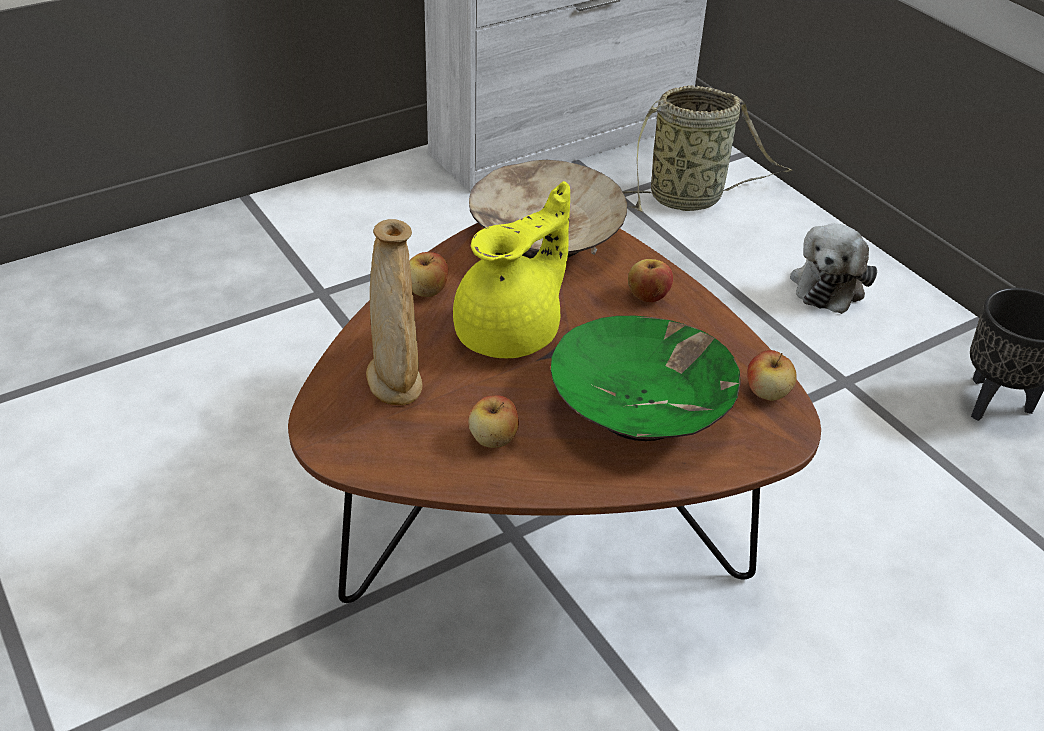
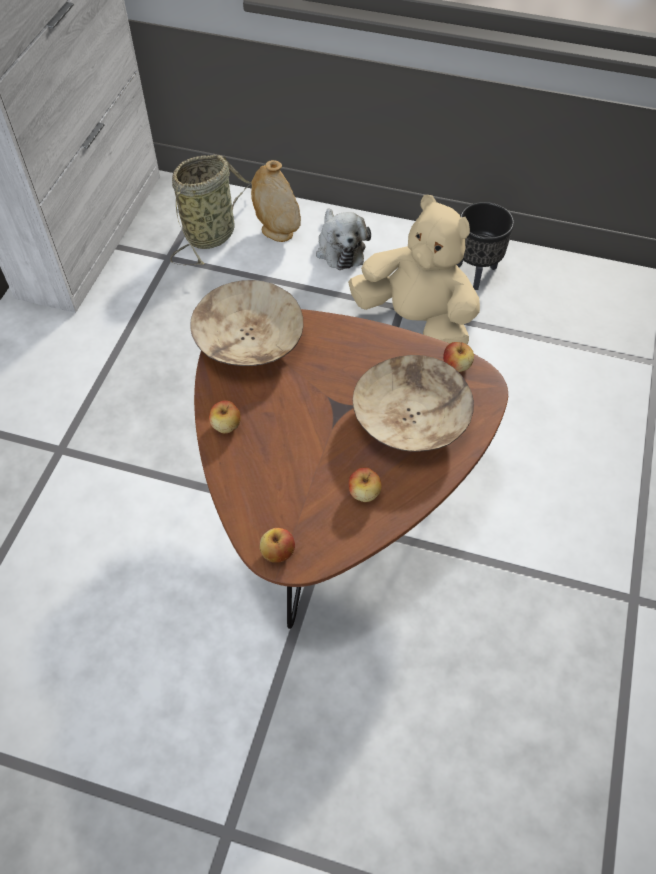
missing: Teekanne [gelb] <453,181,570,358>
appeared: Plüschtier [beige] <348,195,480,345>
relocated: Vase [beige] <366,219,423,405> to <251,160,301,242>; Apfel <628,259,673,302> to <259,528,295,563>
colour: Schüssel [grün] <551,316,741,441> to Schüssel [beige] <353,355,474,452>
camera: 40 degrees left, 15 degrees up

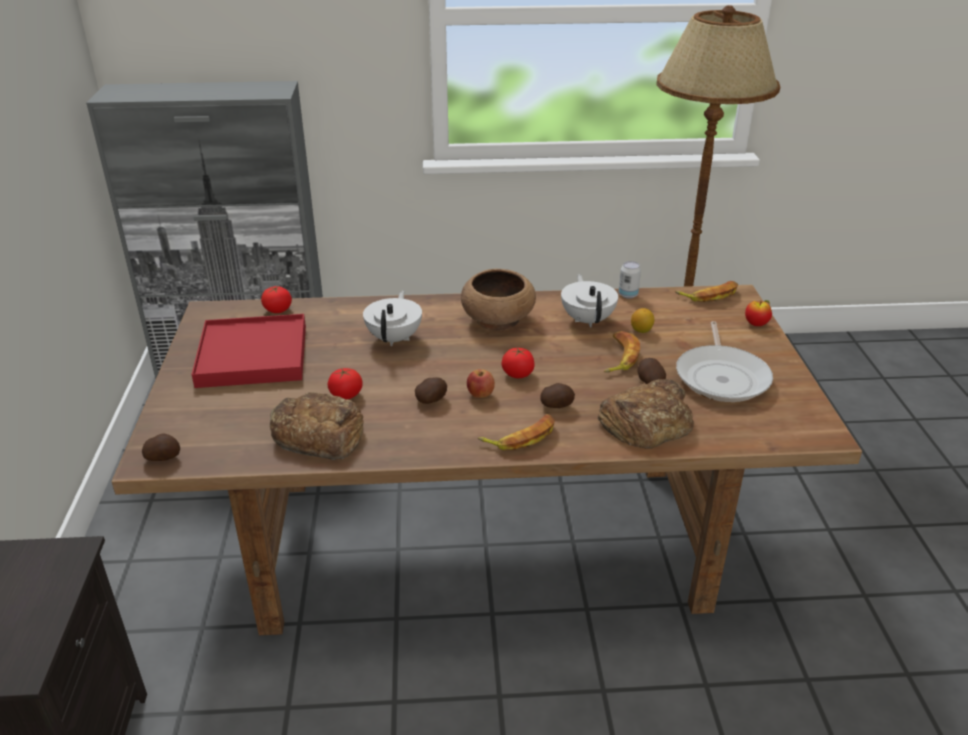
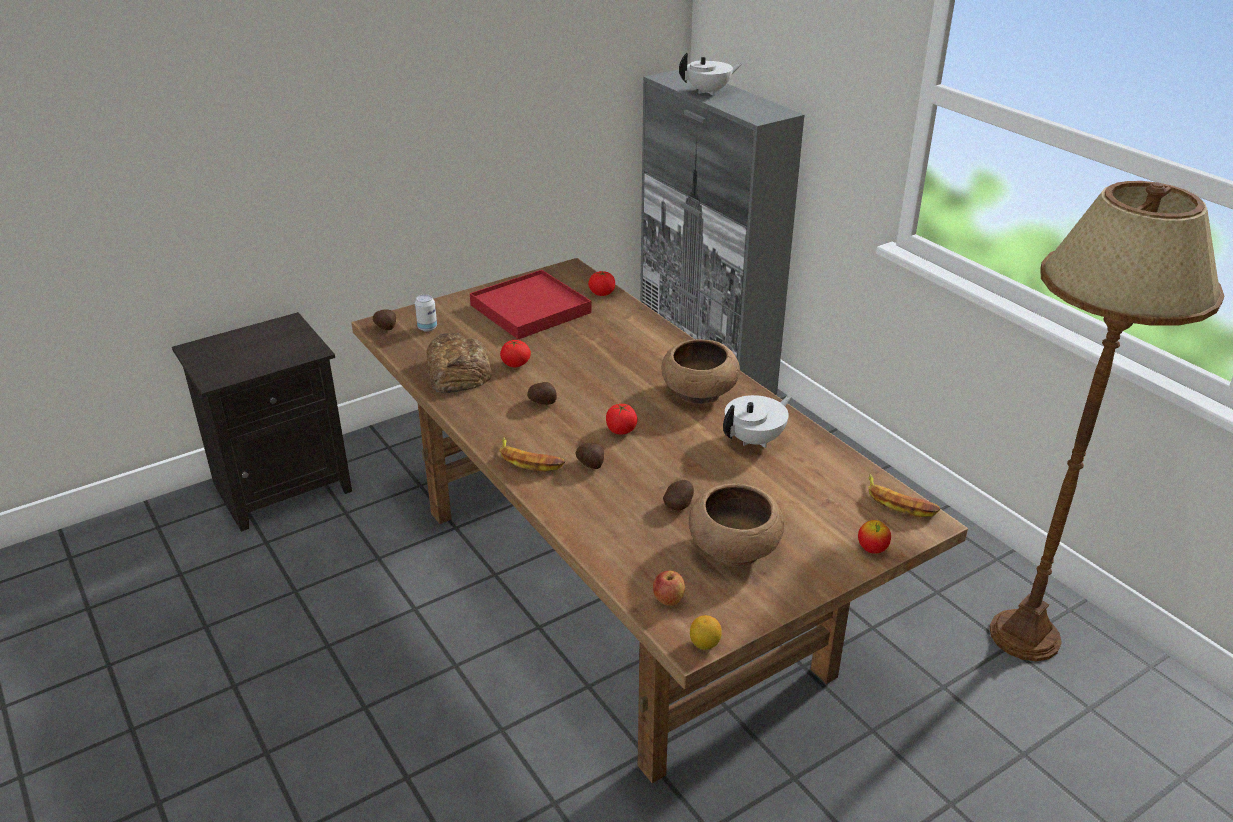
missing: Brot <598,379,694,449>; Banane <604,331,640,372>
relocated: Teekanne [weiß] <363,290,422,346> to <679,53,742,96>; Apfel <467,369,495,398> to <653,571,685,606>; Dose <619,261,641,299> to <415,294,437,332>; Zitrone <631,308,654,333> to <690,615,722,650>
exchanged: Pfanne <676,321,773,402> to Schüssel [braun] <689,483,784,567>
camera: 60 degrees right, 0 degrees up

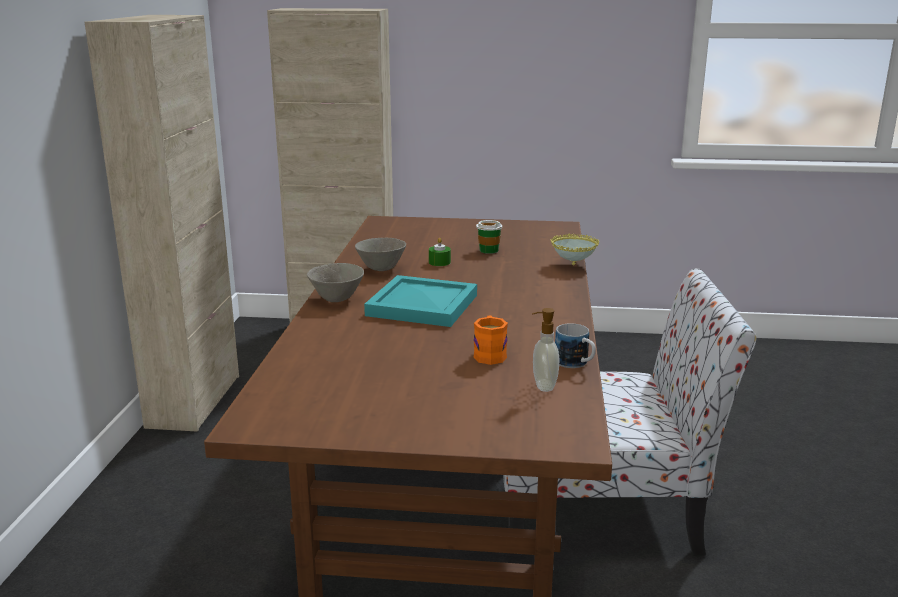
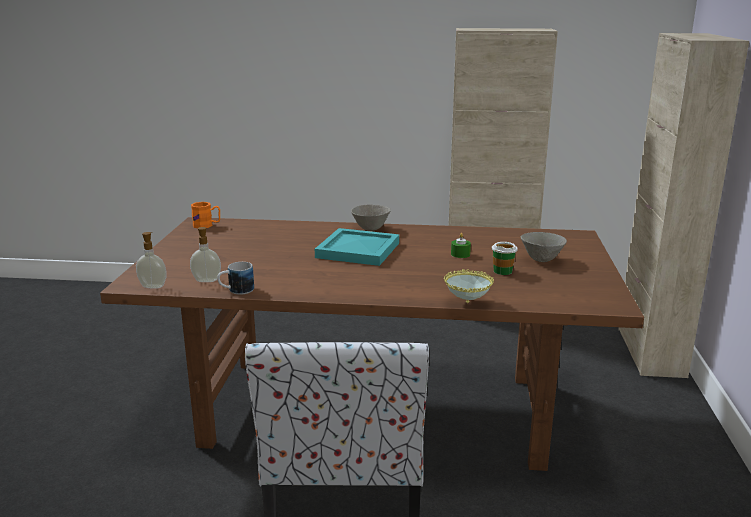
appeared: Seifenspender <136,232,167,289>
relocated: Schüssel [grau] <355,238,406,271> to <521,232,567,262>; Henkelbecher [orange] <473,315,508,365> to <191,202,220,228>
camera: 90 degrees right, 0 degrees up

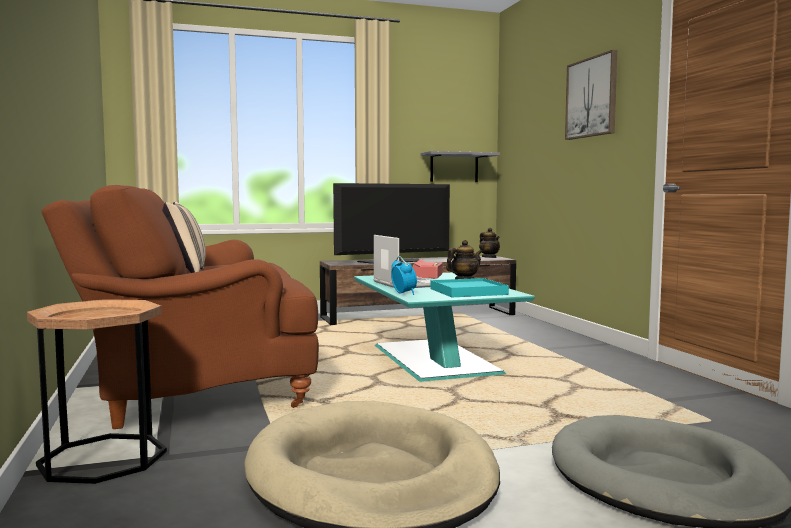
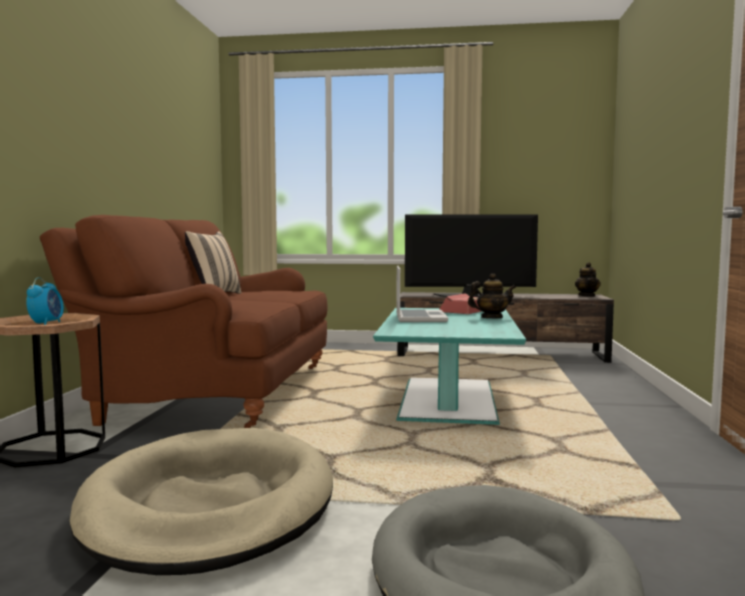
missing: Wandregal [grau] <421,151,500,182>; Tablett [türkis] <431,278,509,297>; Bild <565,50,617,140>
relocated: Wecker <391,256,417,295> to <26,277,64,325>
camera: 25 degrees right, 0 degrees up

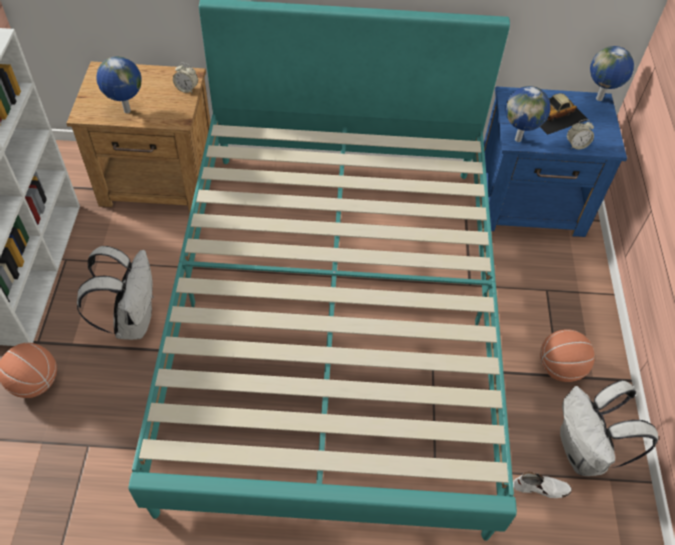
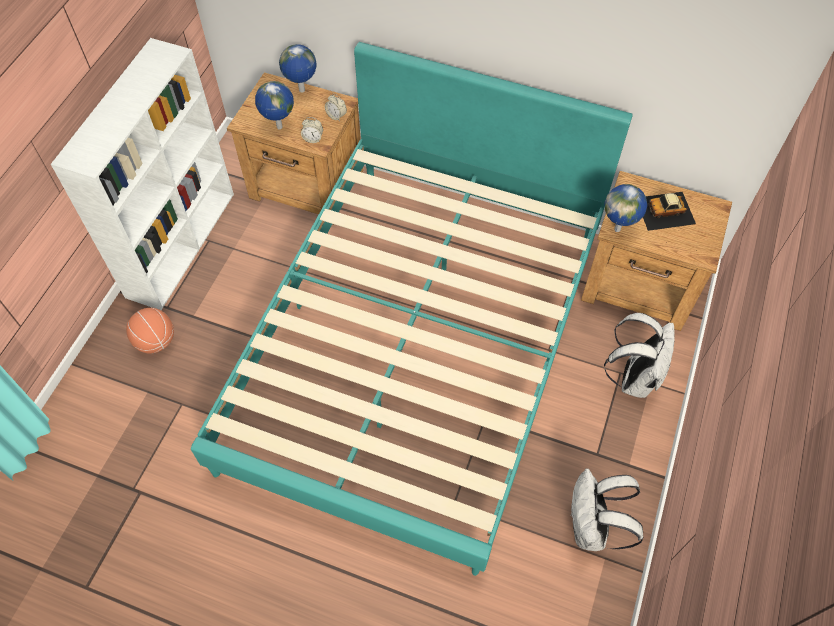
missing: Schuh [weiß] <513,472,572,498>; Basketball <540,329,594,382>
relocated: Rucksack [weiß] <77,246,154,340> to <604,313,675,398>; Wecker <567,119,594,149> to <301,117,323,143>; Globus <590,46,634,101> to <279,44,317,92>
colour: Nachttisch [blau] <484,86,627,237> to Nachttisch [braun] <581,171,732,331>
camera: 20 degrees right, 5 degrees up

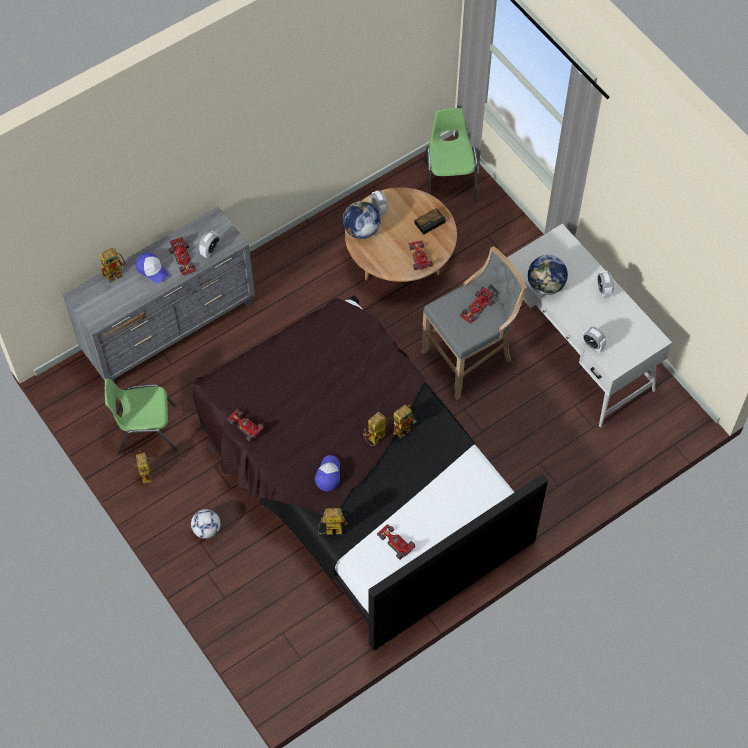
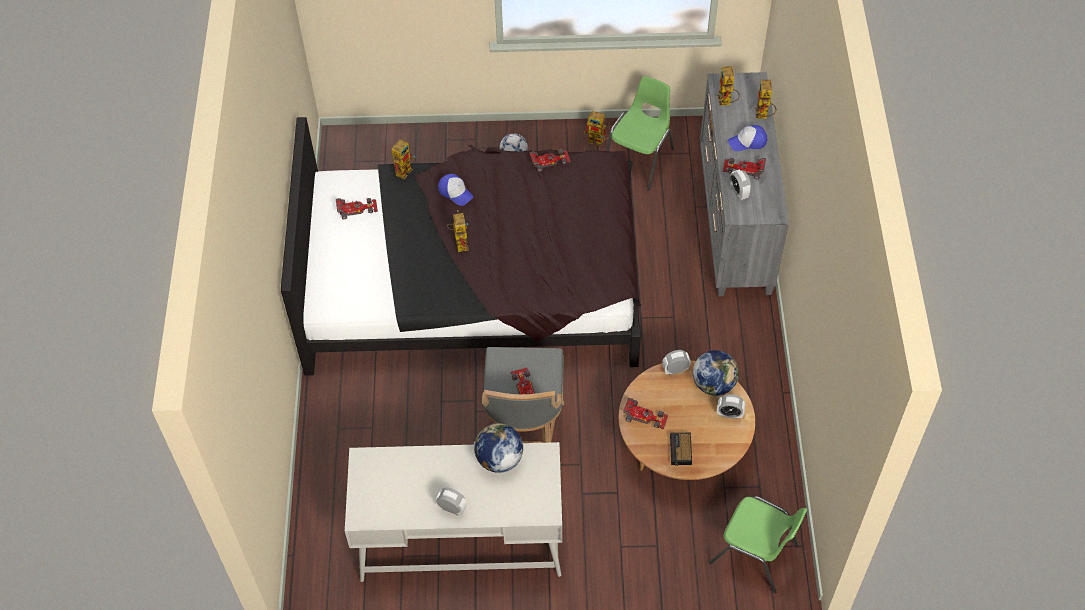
relocated: Spielzeugroboter <393,405,417,438> to <717,66,740,106>; Wecker <582,327,606,353> to <662,350,691,375>
camera: 125 degrees right, 5 degrees down

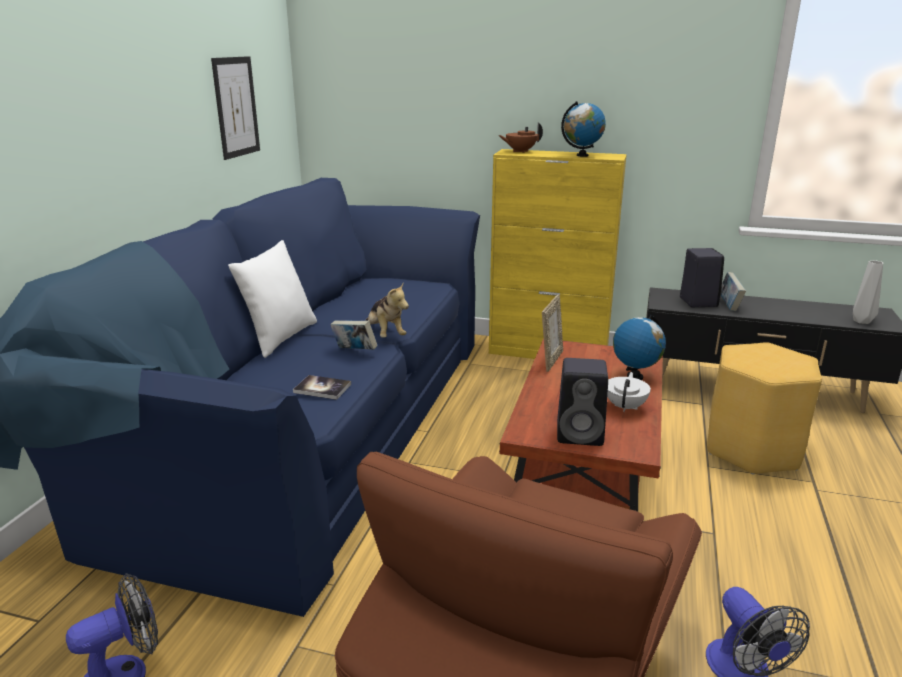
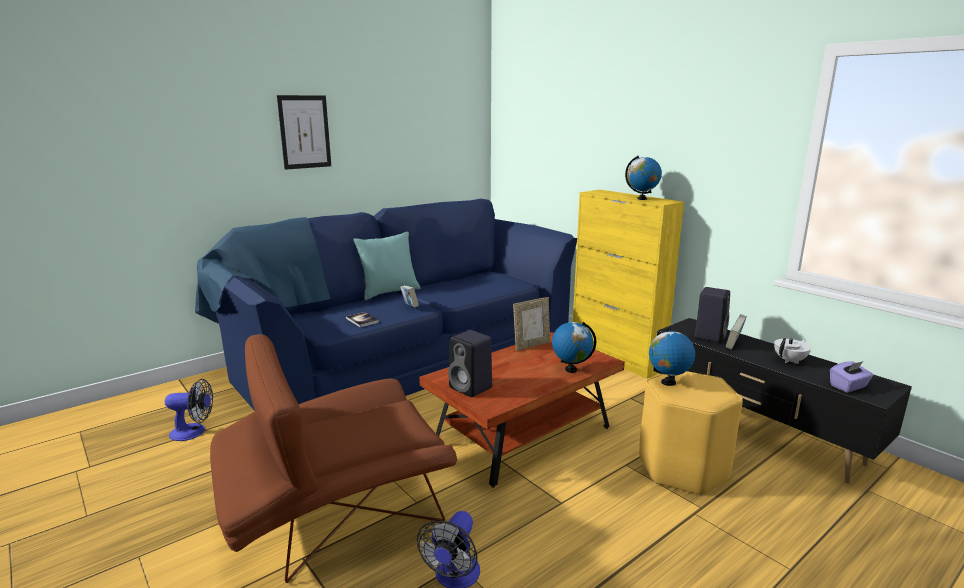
missing: Plüschtier <365,283,409,338>; Teekanne [braun] <498,122,543,153>
appeared: Globus <649,327,695,386>
relocated: Bild <211,56,260,160> to <277,95,331,170>; Teekanne [weiß] <607,372,651,412> to <774,338,811,364>
exchanged: Vase [grau] <853,260,883,324> to Taschentuchbox [lila] <830,361,873,393>
colour: Kissen [weiß] <228,240,317,358> to Kissen [türkis] <353,232,420,300>
camera: 35 degrees right, 5 degrees down

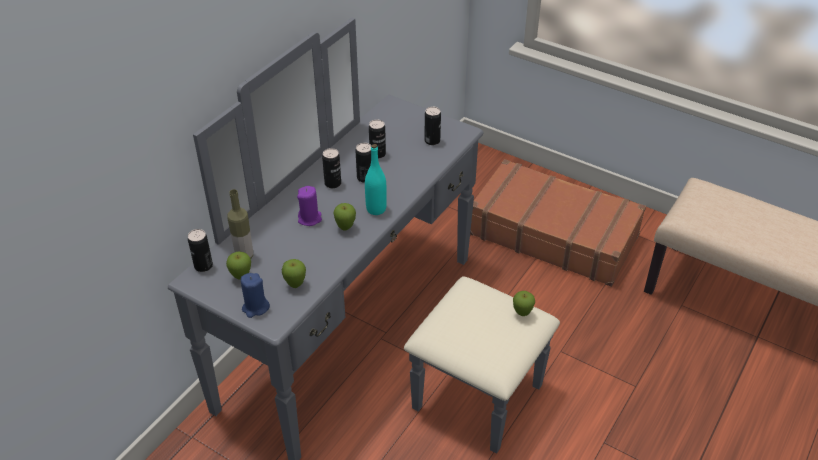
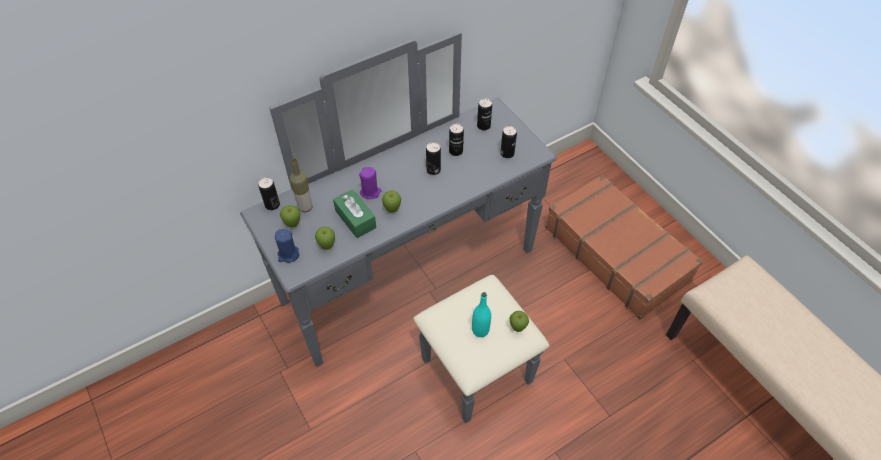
appeared: Taschentuchbox [grün] <333,189,376,238>
relocated: Dose <322,148,341,188> to <477,98,492,130>; Flasche [türkis] <365,144,387,215> to <472,292,491,337>
camera: 25 degrees right, 10 degrees up

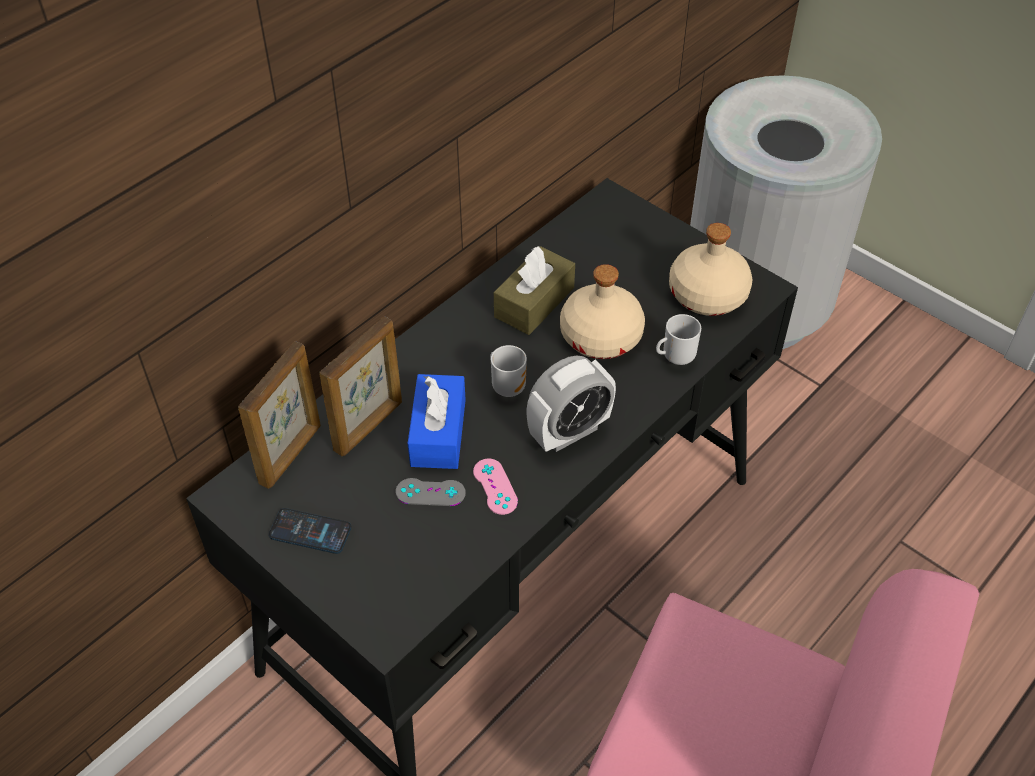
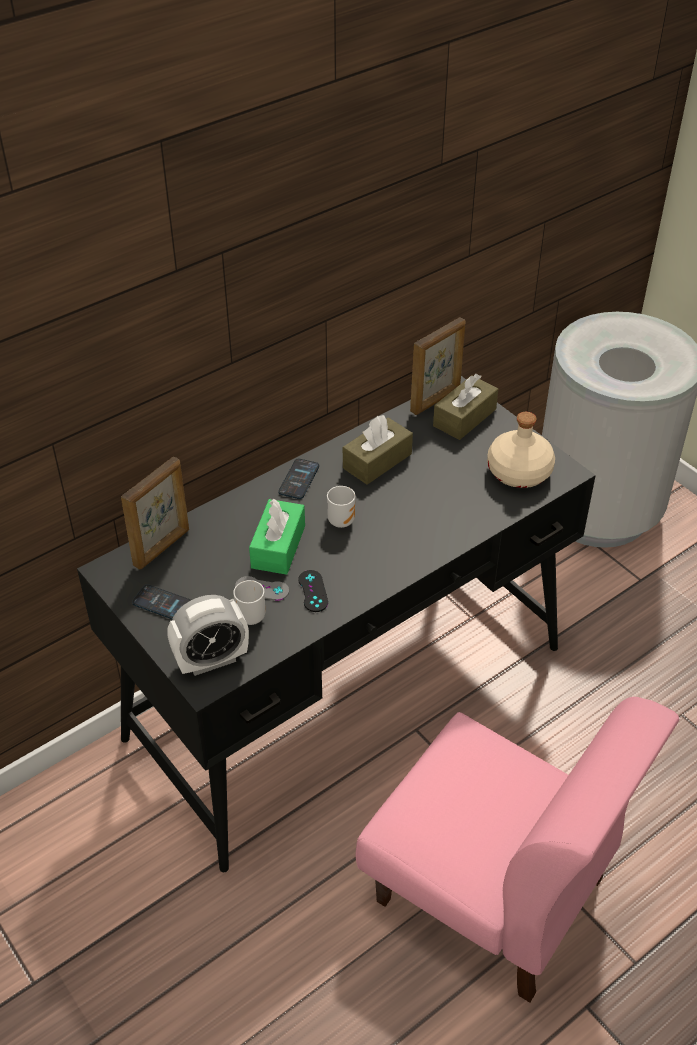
missing: Flasche [beige] <560,264,645,359>
appeared: Handy <278,459,319,499>; Taschentuchbox [braun] <433,374,498,440>
relocated: Bilderrahmen <319,316,402,456> to <410,317,465,415>; Wecker <526,355,616,452> to <167,595,249,676>; Henkelbecher <656,314,701,365> to <229,580,265,625>
colour: Taschentuchbox [blau] <408,374,466,469> to Taschentuchbox [grün] <249,499,305,575>; Gamepad [rosa] <473,459,518,515> to Gamepad [schwarz] <298,570,328,612>
camera: 10 degrees right, 5 degrees down

